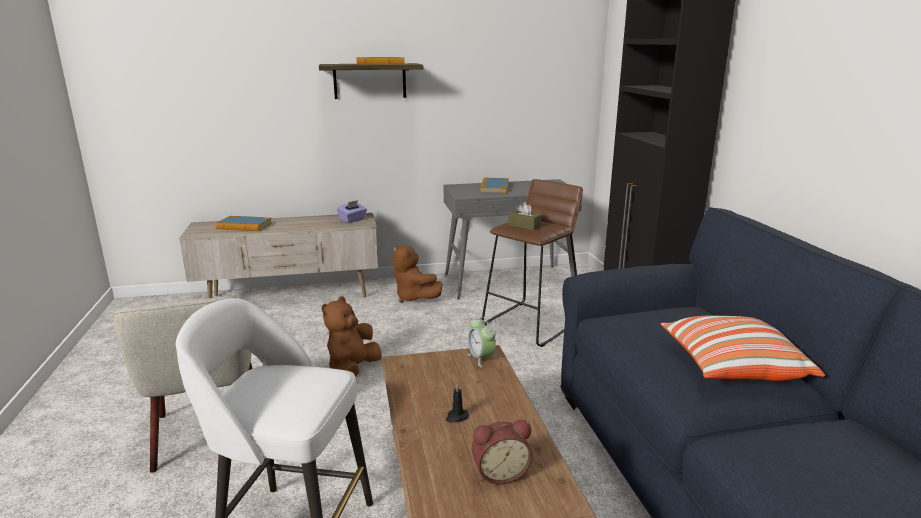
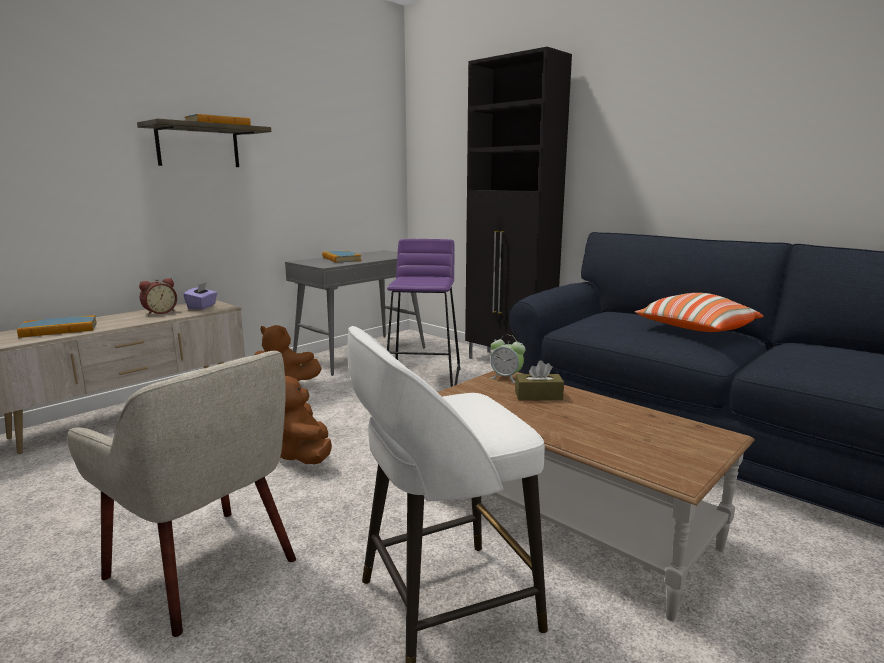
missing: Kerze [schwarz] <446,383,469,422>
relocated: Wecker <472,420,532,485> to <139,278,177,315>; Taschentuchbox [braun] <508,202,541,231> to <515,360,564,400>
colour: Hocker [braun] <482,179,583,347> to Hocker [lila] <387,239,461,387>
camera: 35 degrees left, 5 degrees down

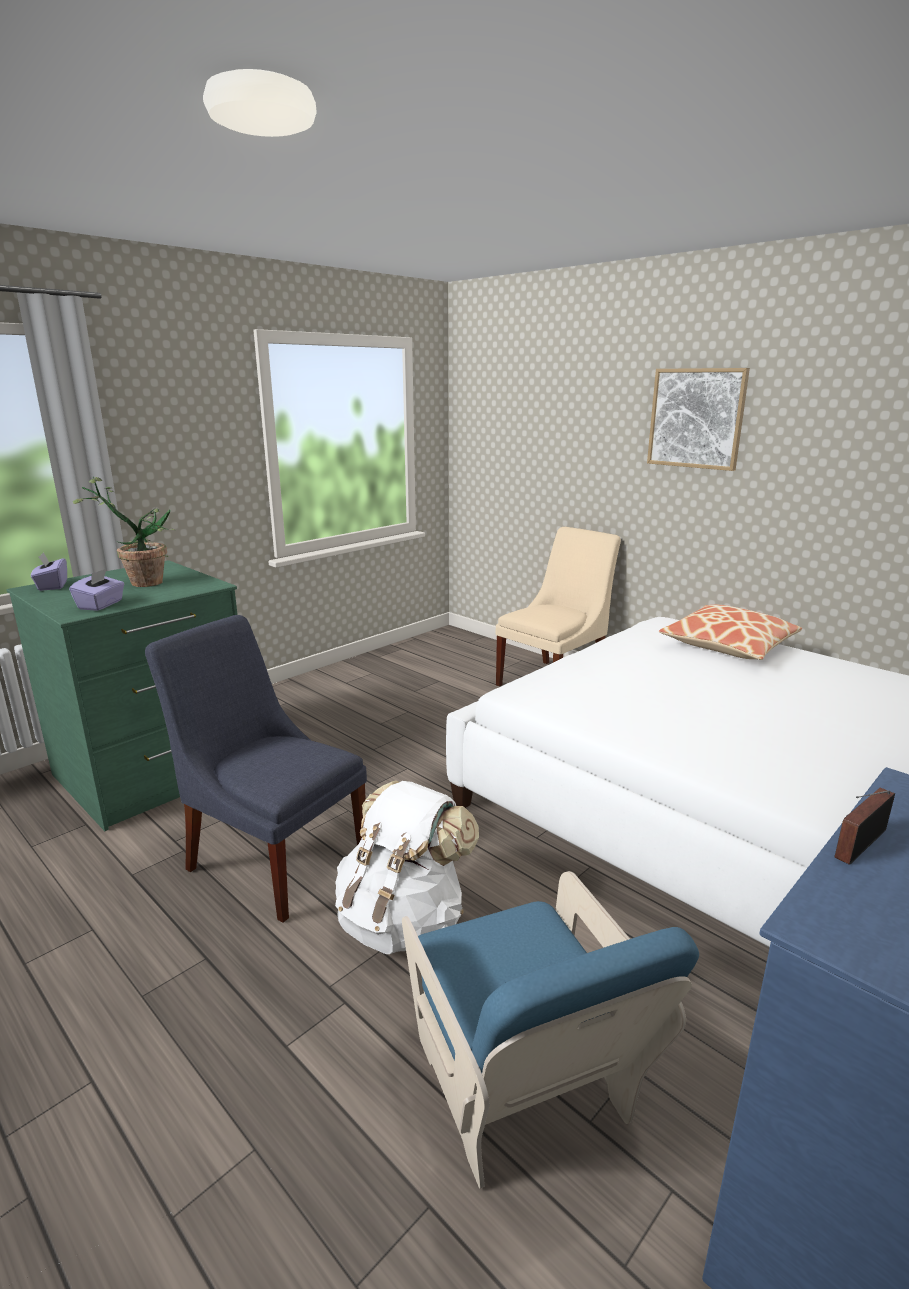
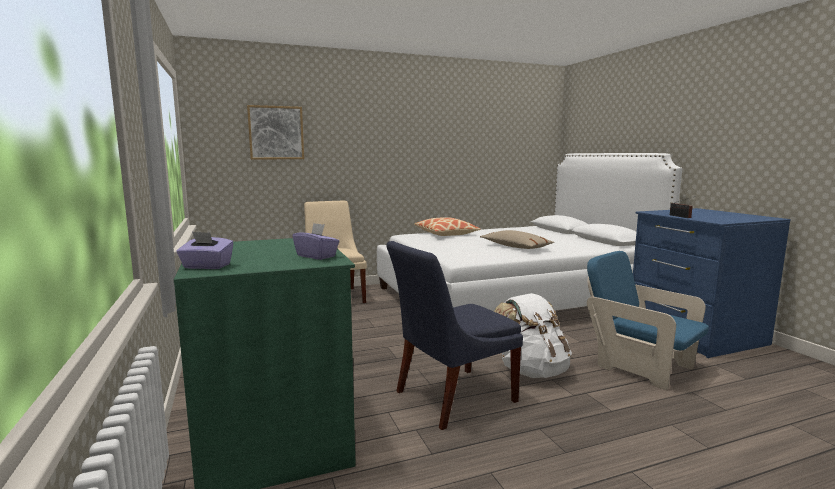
missing: Topfpflanze <73,477,176,587>
appeared: Kissen [beige] <480,230,554,249>
relocated: Bild <647,368,750,471> to <247,105,304,159>
spun: Sessel [blau] <402,871,699,1188> = <587,251,709,390> 135 degrees counterclockwise
camera: 65 degrees left, 10 degrees down

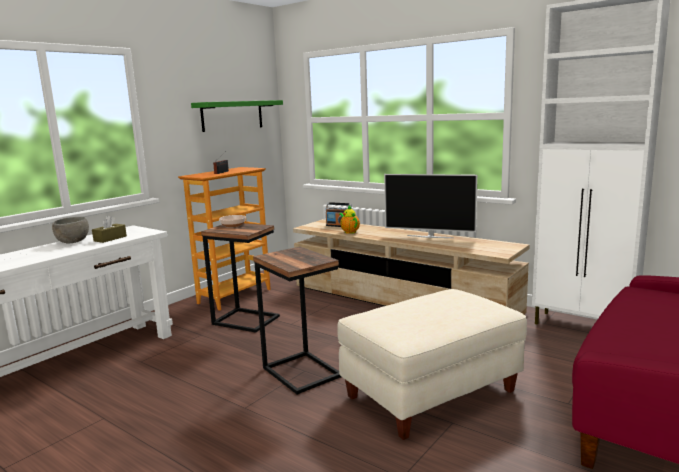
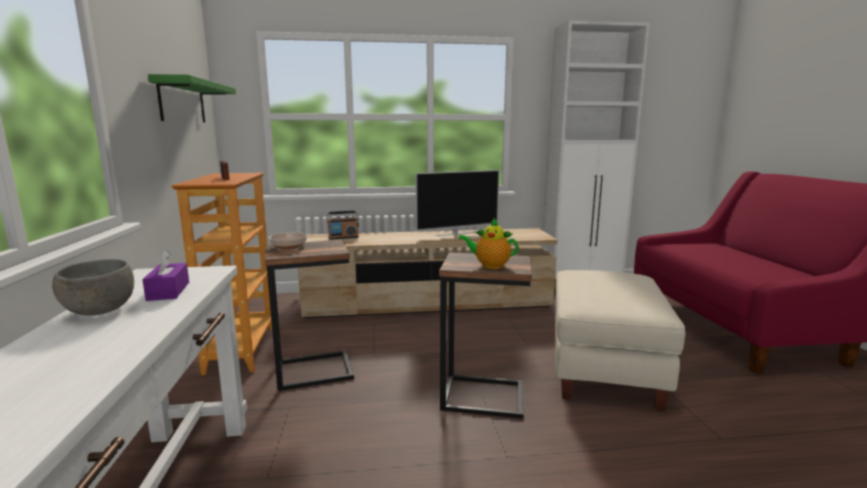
relocated: Teekanne <339,205,360,234> to <458,218,518,269>
colour: Taschentuchbox [braun] <92,216,127,243> to Taschentuchbox [lila] <142,249,189,301>
camera: 45 degrees left, 0 degrees up

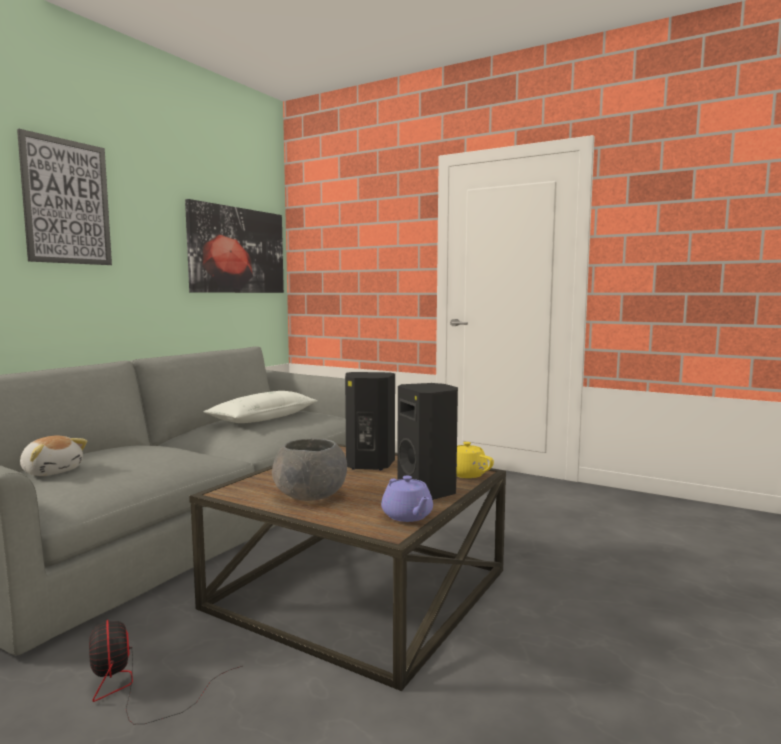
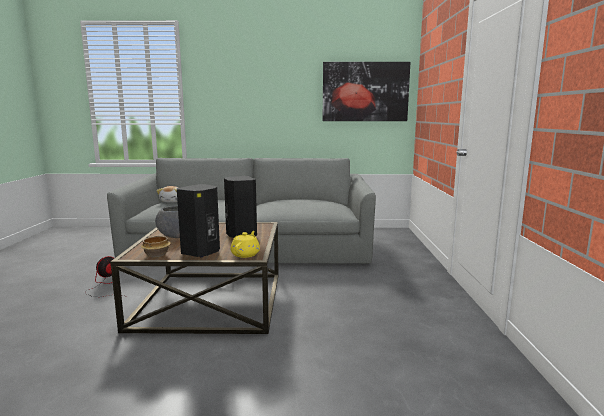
missing: Bild <17,129,112,265>; Kissen [weiß] <203,391,318,423>
exchanged: Teekanne [lila] <381,476,433,522> to Schüssel <141,236,171,257>
camera: 60 degrees right, 5 degrees up

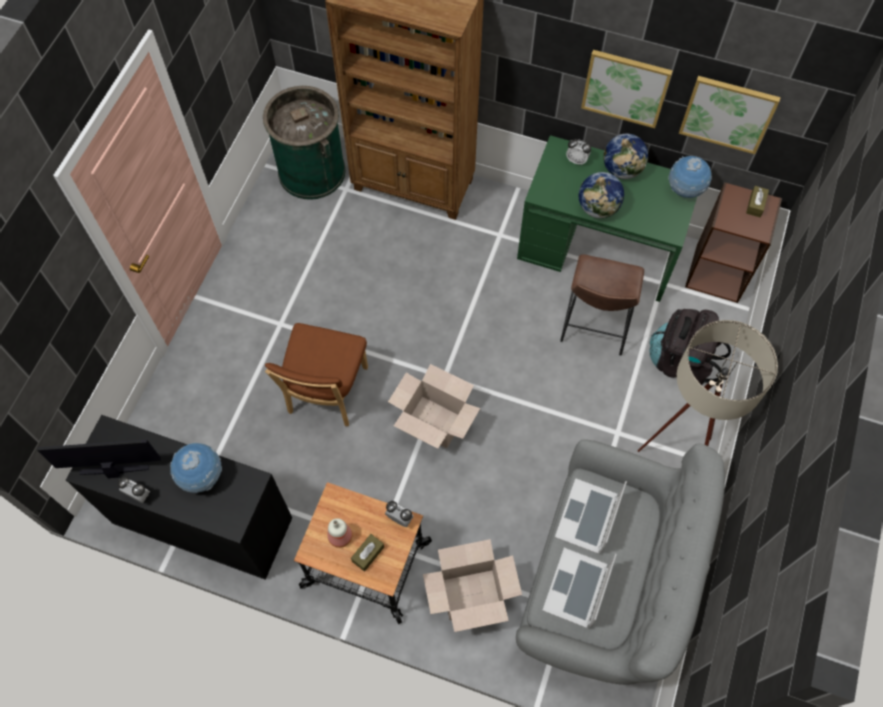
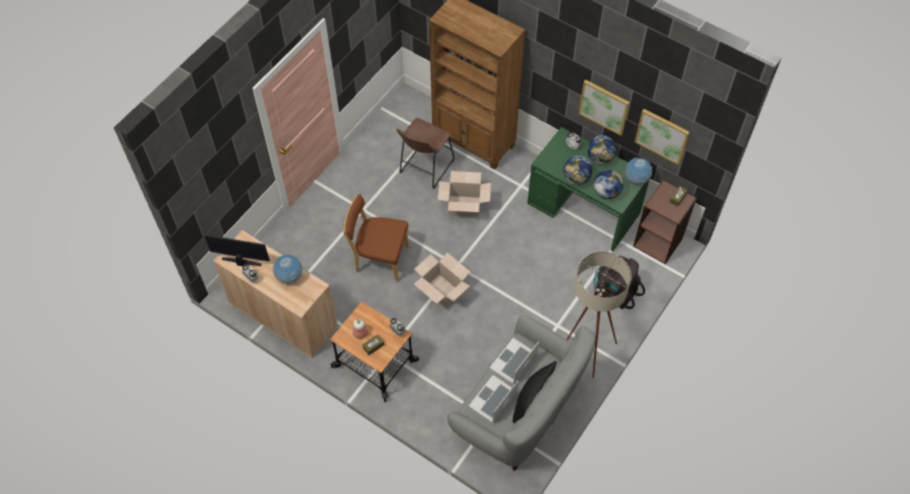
missing: Mülleimer [grün] <263,86,346,200>
appeared: Kissen [schwarz] <512,361,557,423>; Globus <594,170,623,199>
relocated: Karton <423,539,522,632> to <438,171,491,217>; Hocker [braun] <560,254,644,356> to <396,118,454,189>
colour: Schrank [schwarz] <66,415,292,580> to Schrank [beige] <214,230,338,357>
spun: Stuhl [braun] <265,323,368,426> = <343,194,409,282> 75 degrees clockwise
camera: 15 degrees right, 5 degrees down

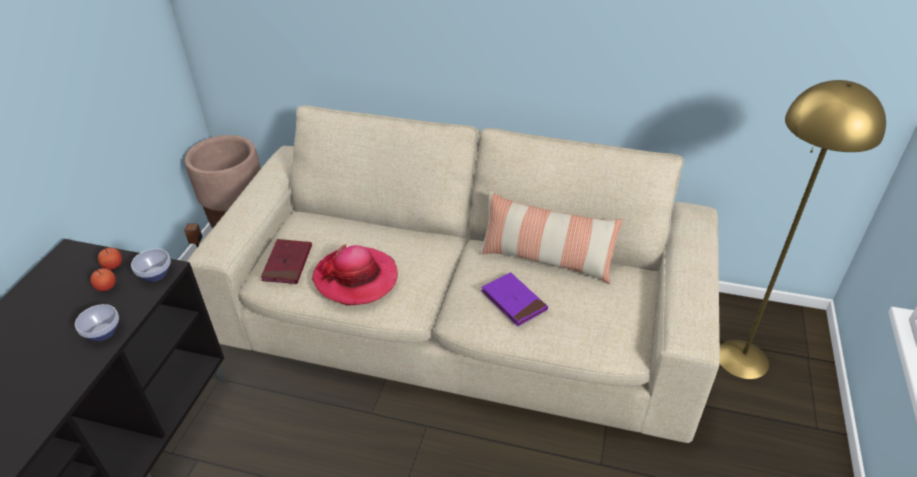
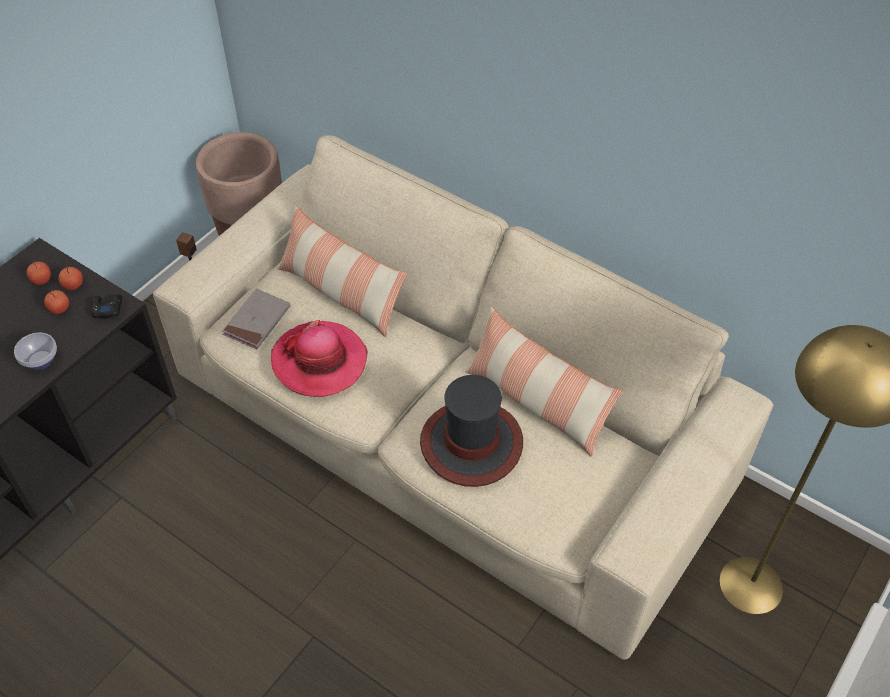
appeared: Apfel <27,261,51,285>; Kissen <277,205,407,337>
exchanged: Schüssel <131,249,171,282> to Gamepad [schwarz] <91,294,122,319>; Buch [lila] <481,272,548,327> to Hut <420,375,523,487>
colour: Buch [rot] <261,239,312,284> to Buch [grau] <222,289,291,349>
camera: 20 degrees right, 10 degrees up

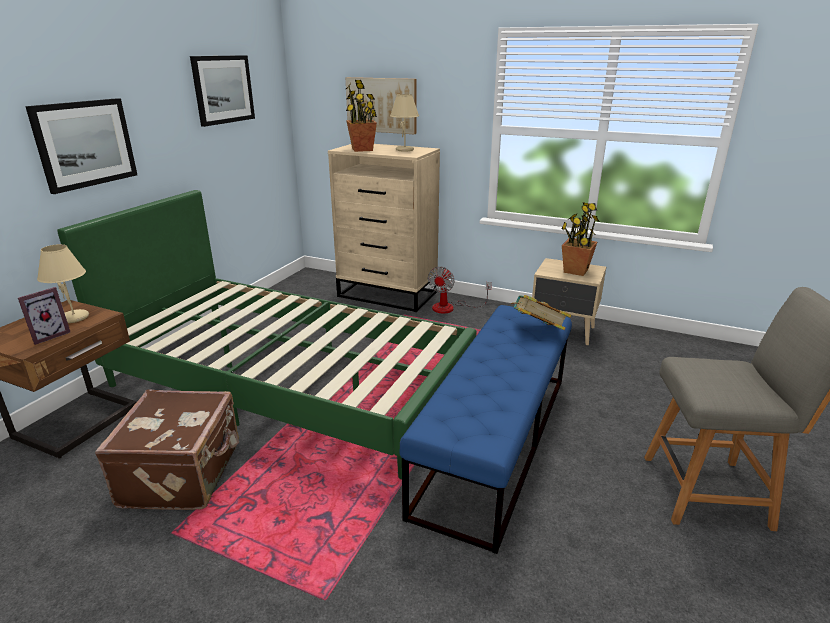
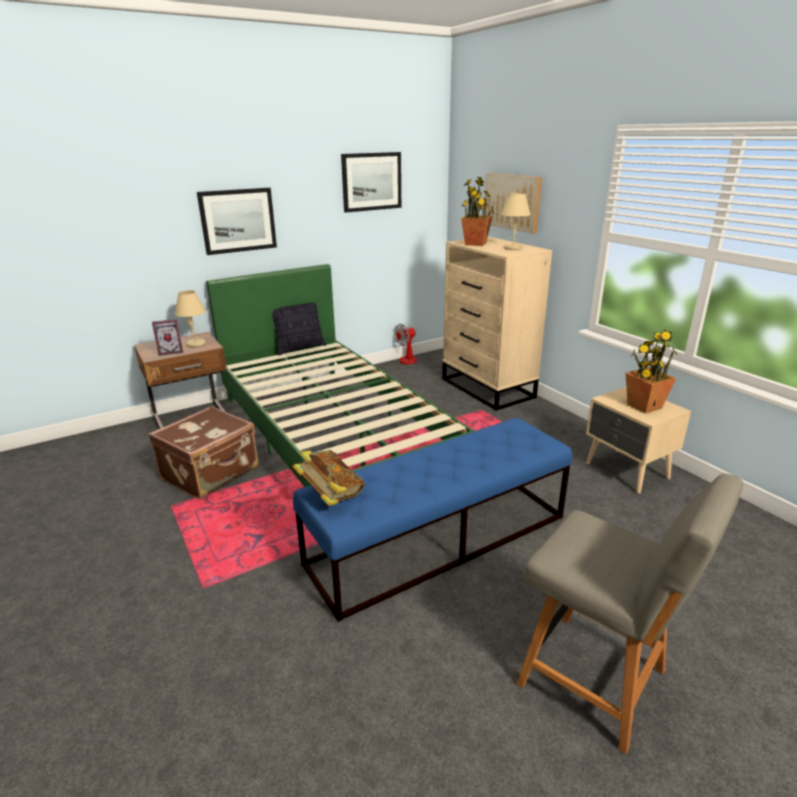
appeared: Kissen <272,302,326,356>
relocated: Ventilator <428,266,492,313> to <394,324,443,366>; Buch <511,295,571,330> to <293,450,365,506>
camera: 35 degrees right, 0 degrees up

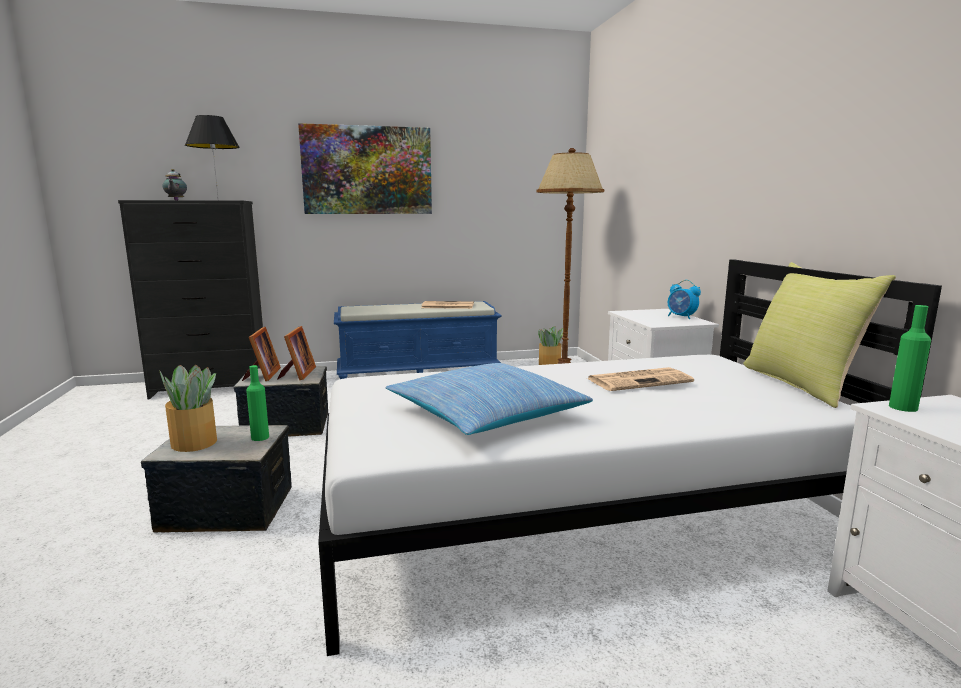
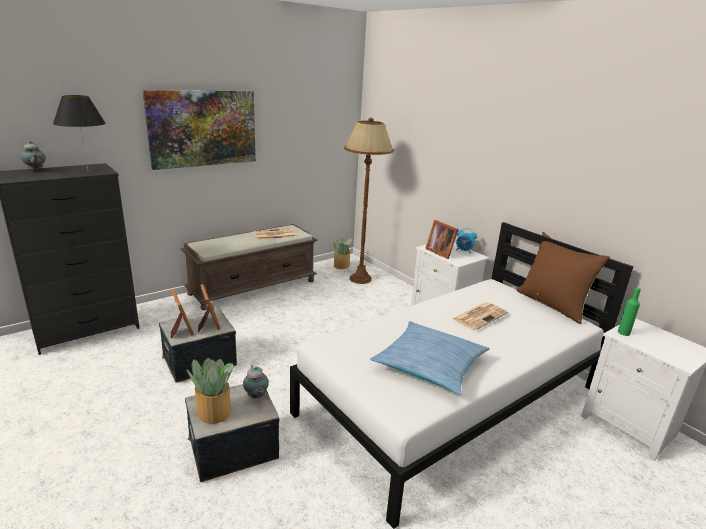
appeared: Bilderrahmen <425,220,459,259>
exchanged: Flasche [grün] <246,365,269,441> to Teekanne <243,365,269,398>
colour: Bank [blau] <334,301,502,379> to Bank [braun] <181,224,317,310>; Kissen [gelb] <744,262,896,408> to Kissen [braun] <517,232,610,324>
camera: 25 degrees left, 10 degrees up

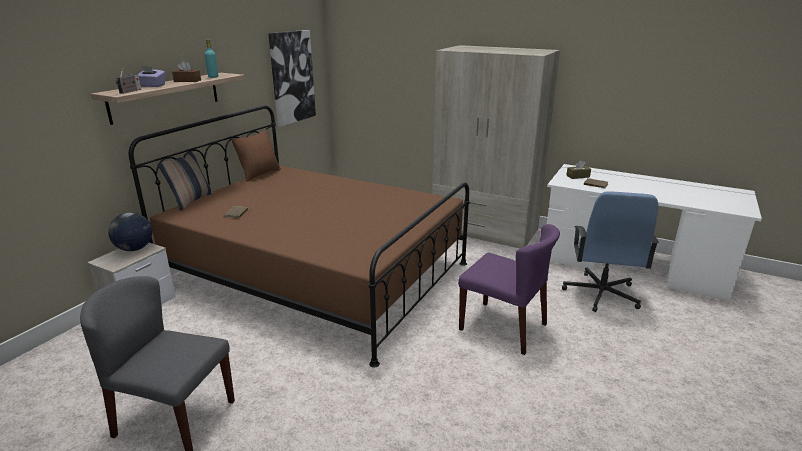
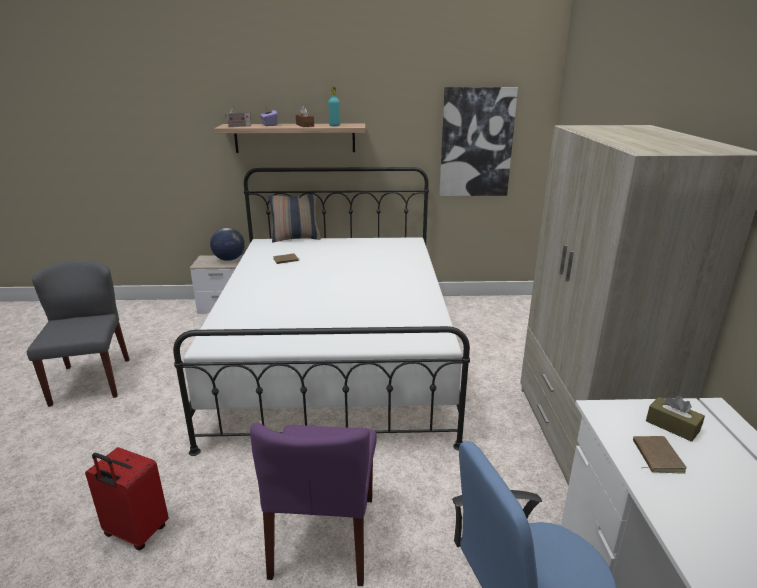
missing: Kissen [braun] <232,130,281,182>
appeared: Koffer [rot] <85,447,169,550>
colour: Bett [braun] <129,105,470,367> to Bett [weiß] <173,167,470,456>
camera: 60 degrees right, 0 degrees up

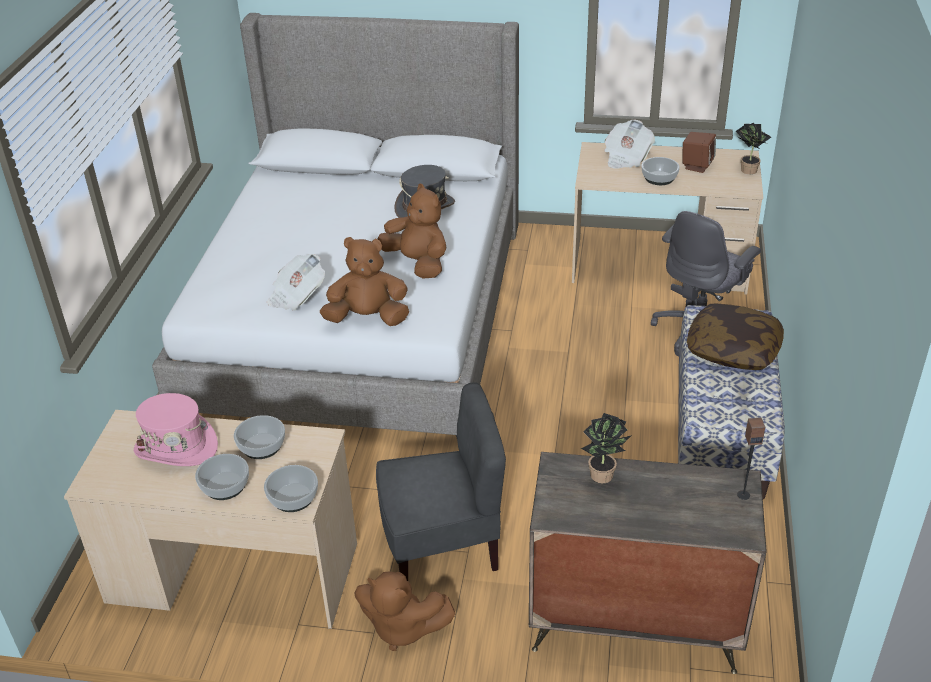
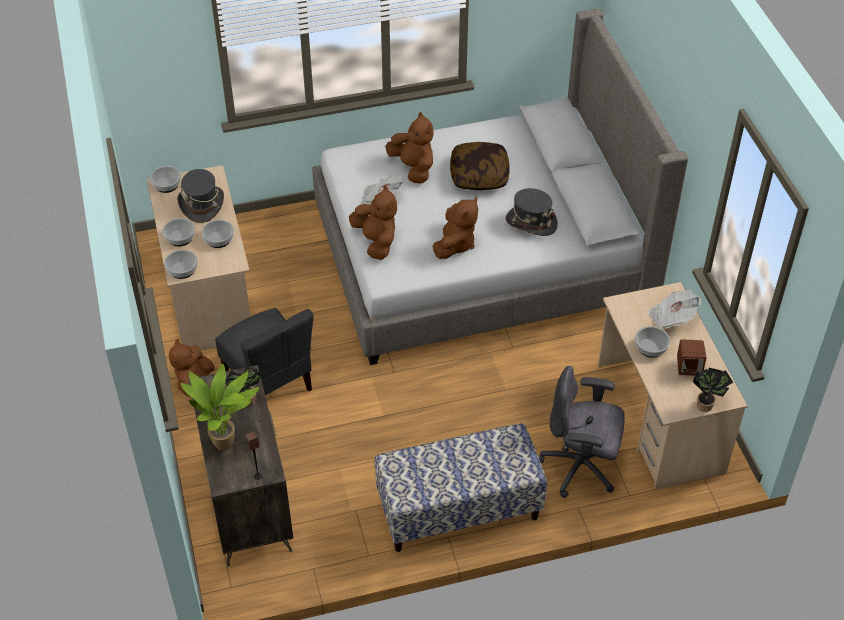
appeared: Schüssel <149,166,181,193>; Topfpflanze <181,364,259,451>; Plüschtier [braun] <385,112,434,183>
relocated: Kissen <687,304,784,370> to <450,142,510,190>
colour: Hut [rosa] <134,393,218,466> to Hut [grau] <177,169,224,223>
camera: 65 degrees right, 10 degrees up

